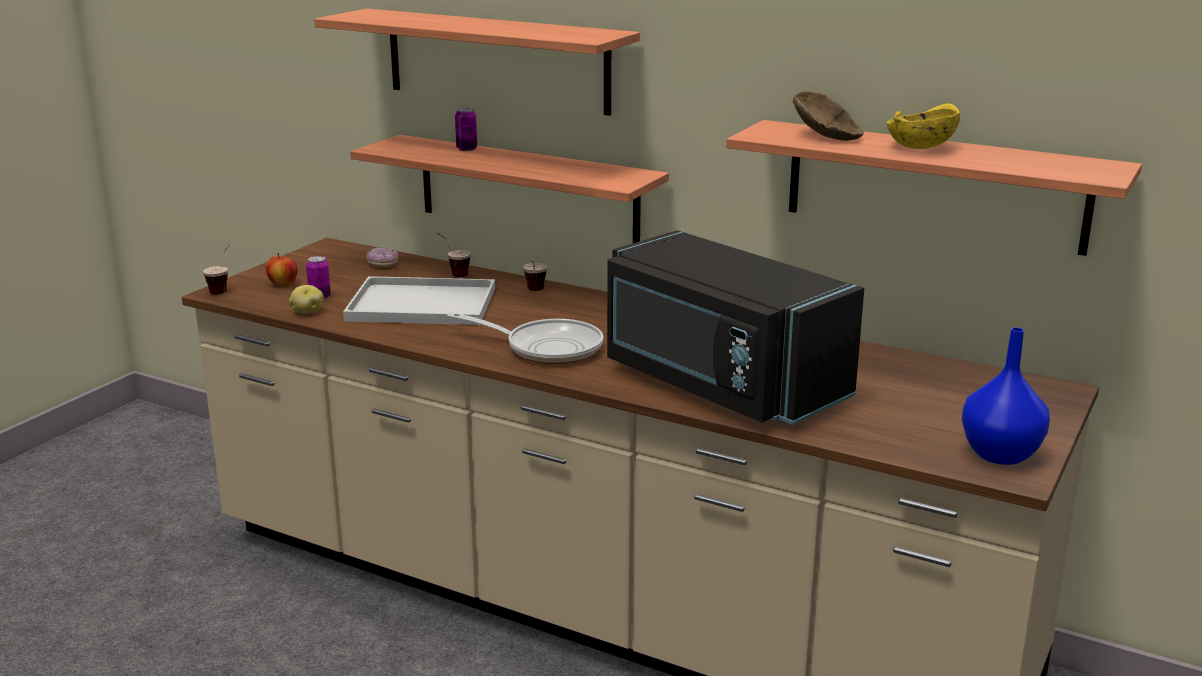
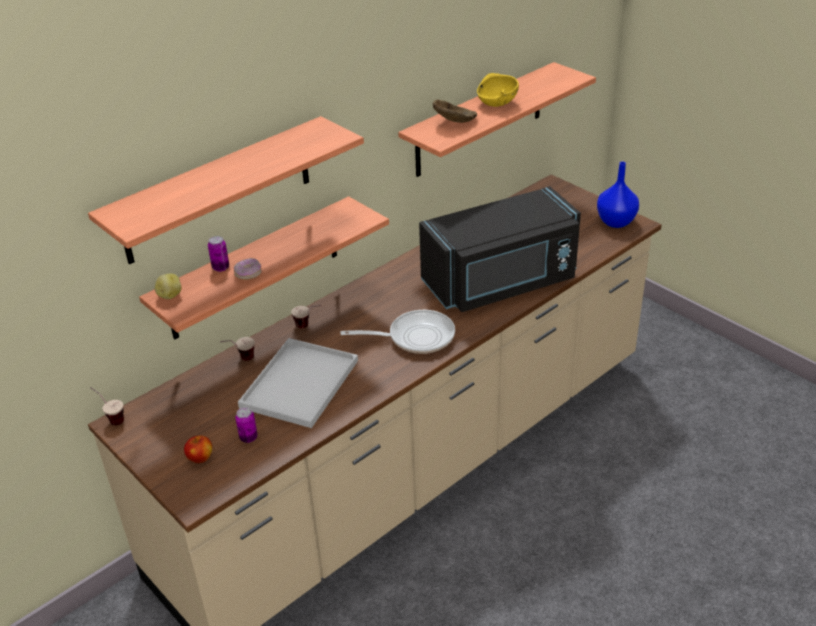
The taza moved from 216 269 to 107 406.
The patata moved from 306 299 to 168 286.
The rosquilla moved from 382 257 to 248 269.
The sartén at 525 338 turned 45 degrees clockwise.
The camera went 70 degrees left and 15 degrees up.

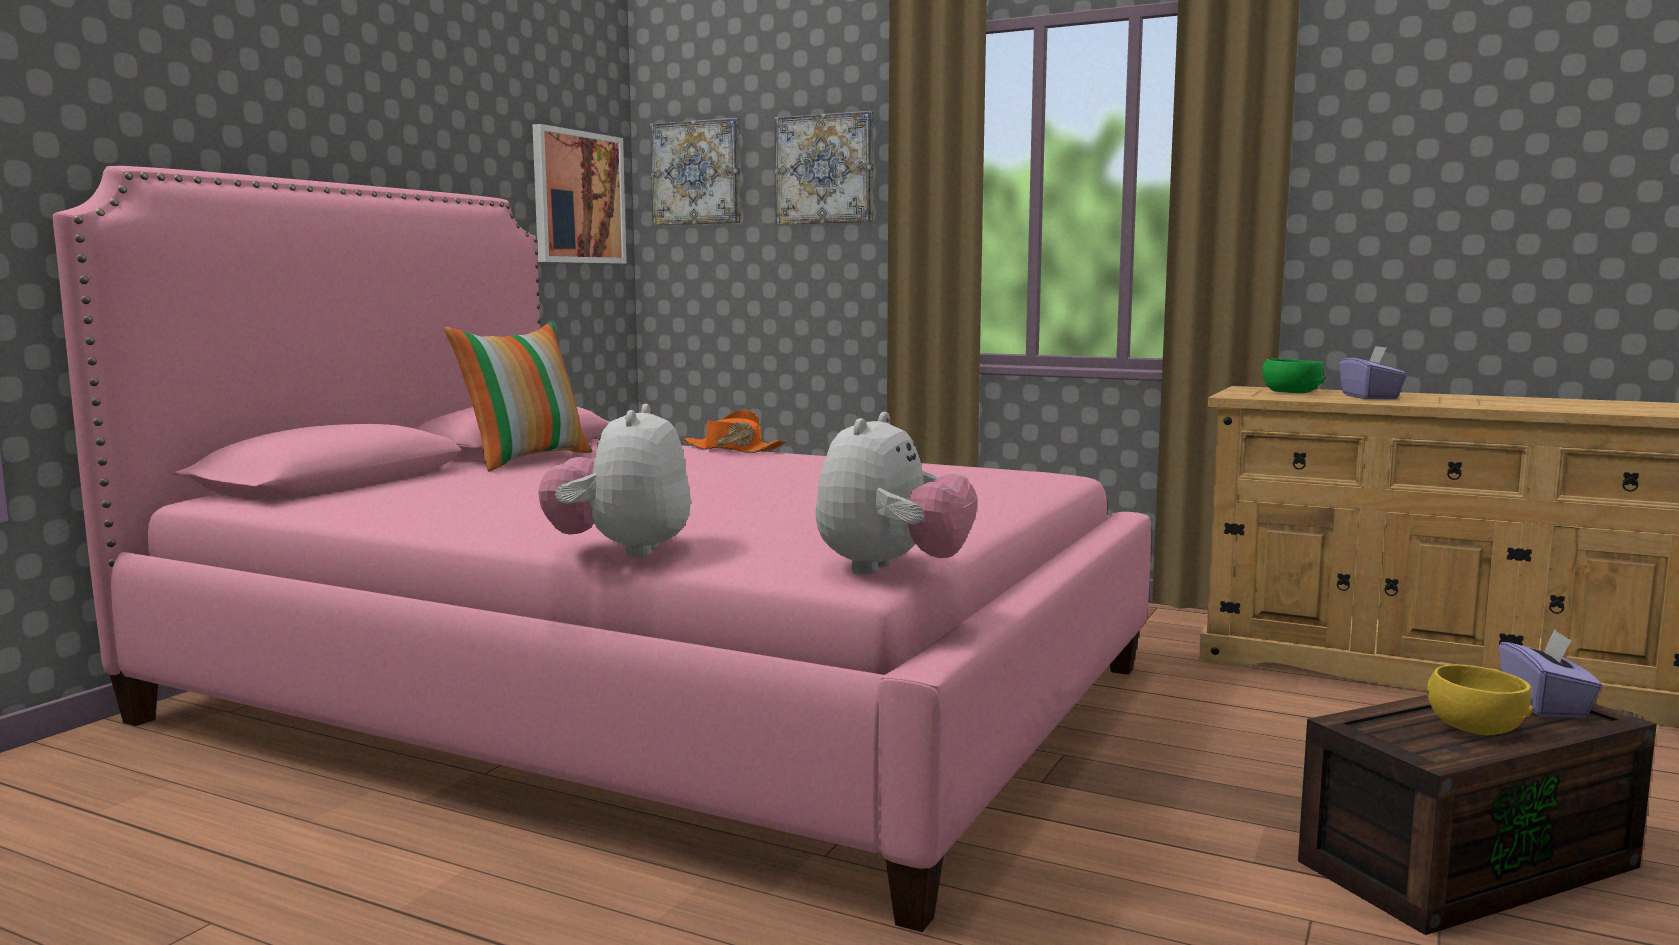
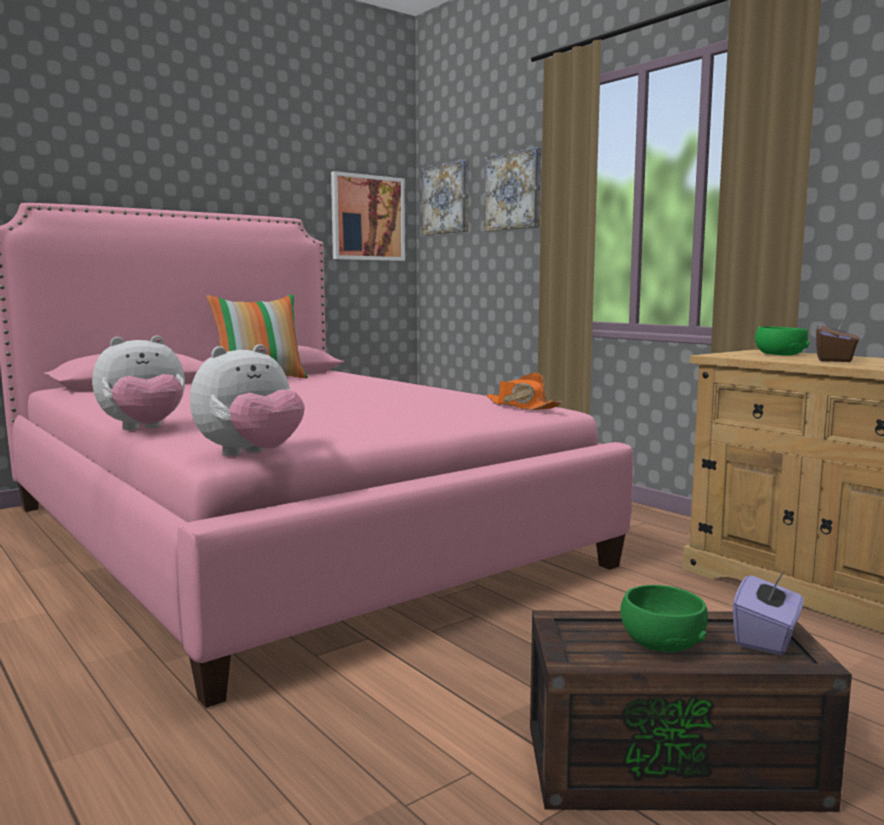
The sombrero/naranja moved from 735 431 to 524 391.
The caja de pañuelos/morado at 1373 372 became the caja de pañuelos/marrón at 837 339.
The cuenco/amarillo at 1480 699 became the cuenco/verde at 664 618.
The peluche at 614 481 turned 150 degrees counterclockwise.
The camera went 25 degrees right and 0 degrees up.

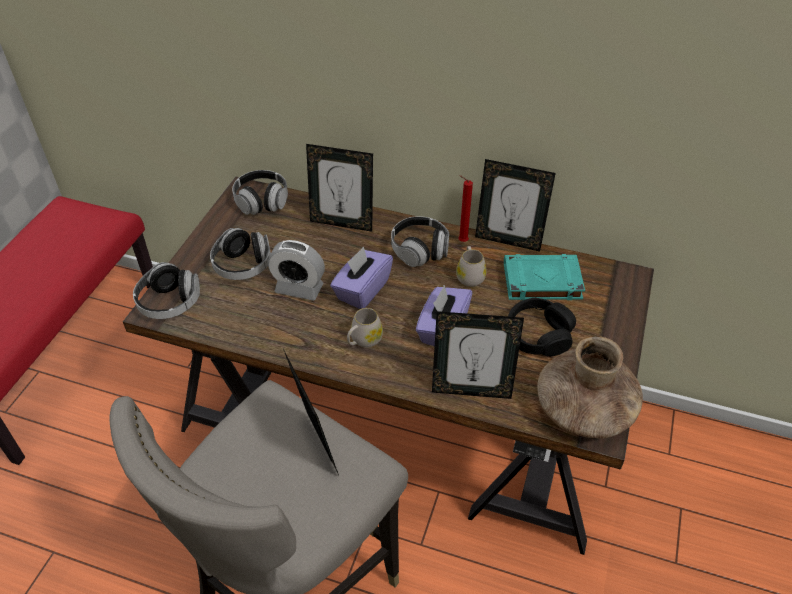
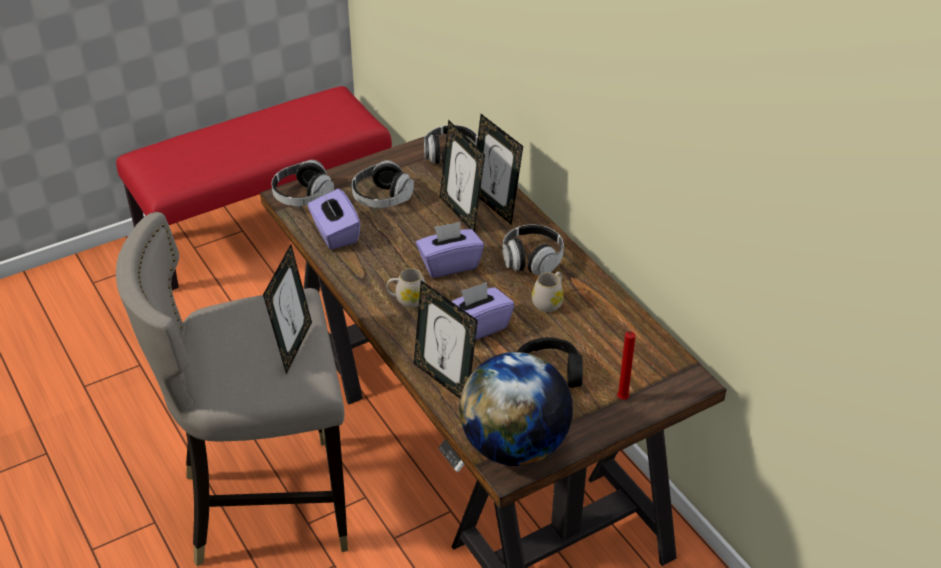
The despertador at 296 270 disappeared.
The libro/turquesa at 544 277 disappeared.
The caja de pañuelos/morado at 334 219 appeared.
The vela/rojo moved from 466 208 to 626 361.
The portarretratos moved from 515 205 to 462 176.
The florero/marrón at 590 387 was replaced by the globo terráqueo at 516 409.
The camera went 40 degrees right and 5 degrees down.

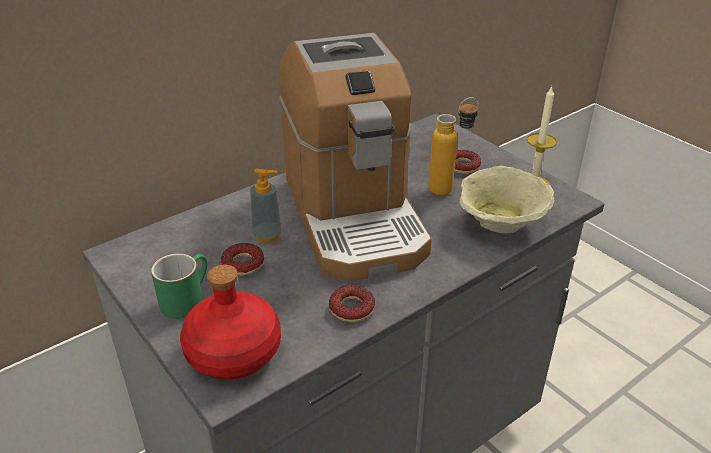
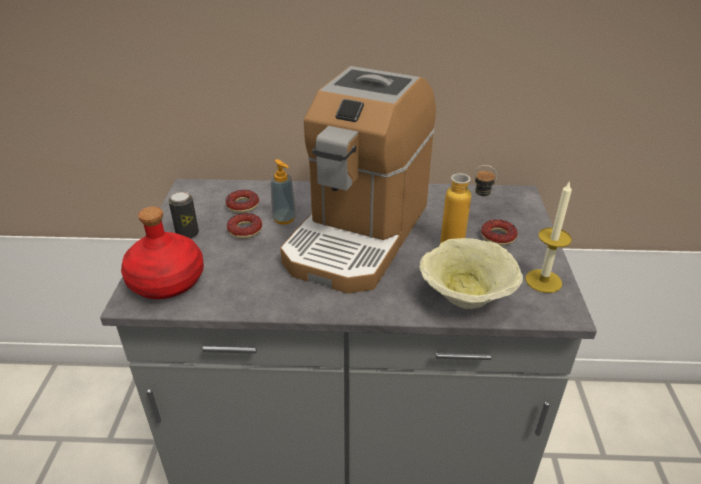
The rosquilla moved from 352 303 to 242 201.
The taza grande/verde at 179 286 was replaced by the lata at 183 215.
The camera went 40 degrees right and 0 degrees up.

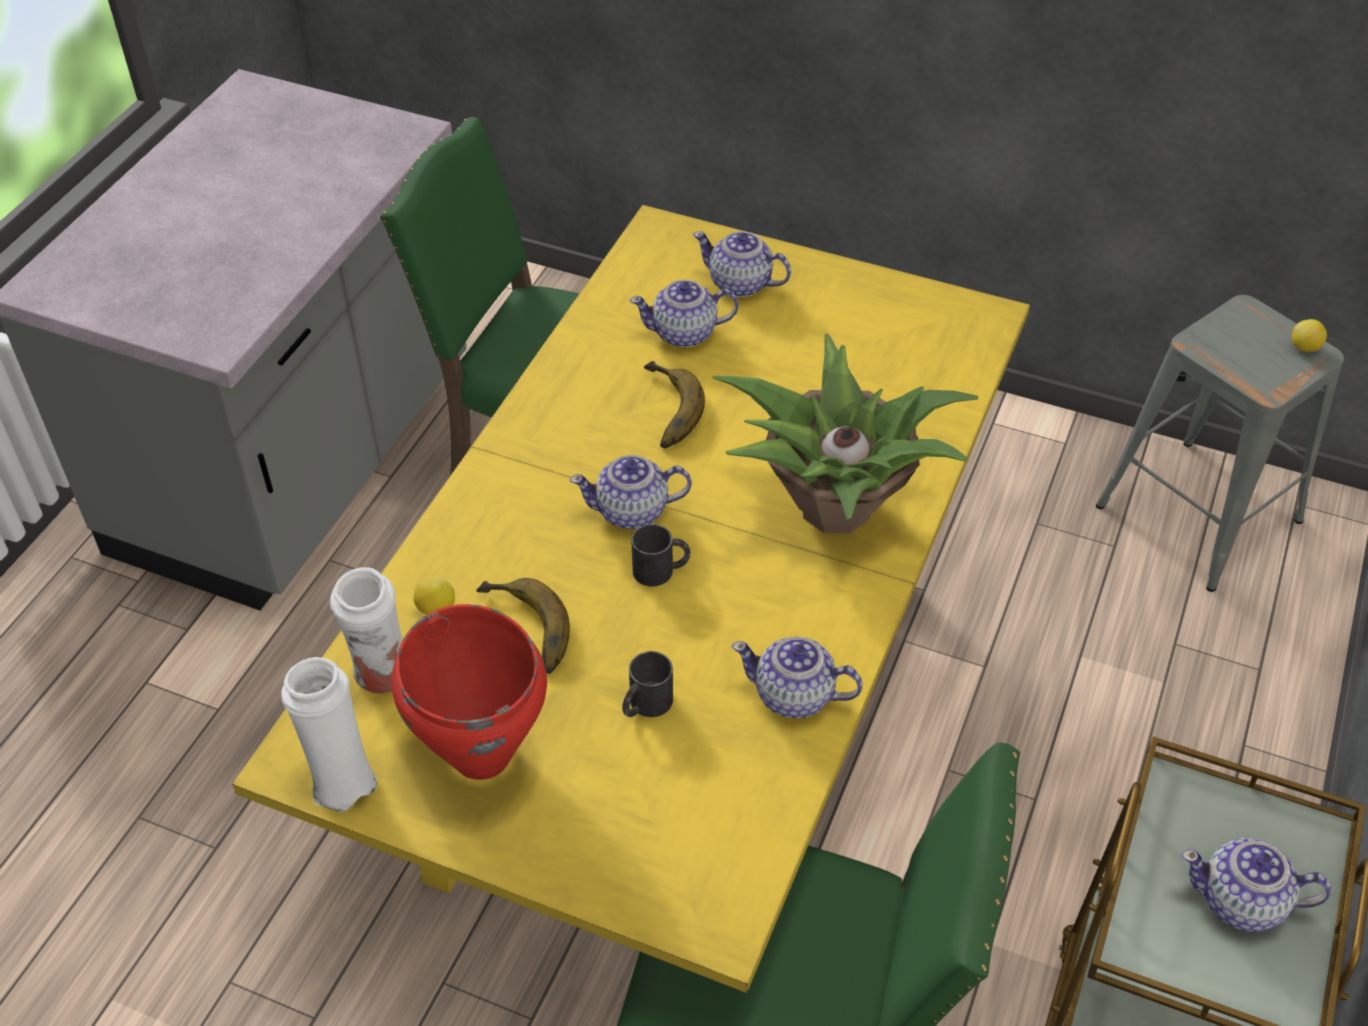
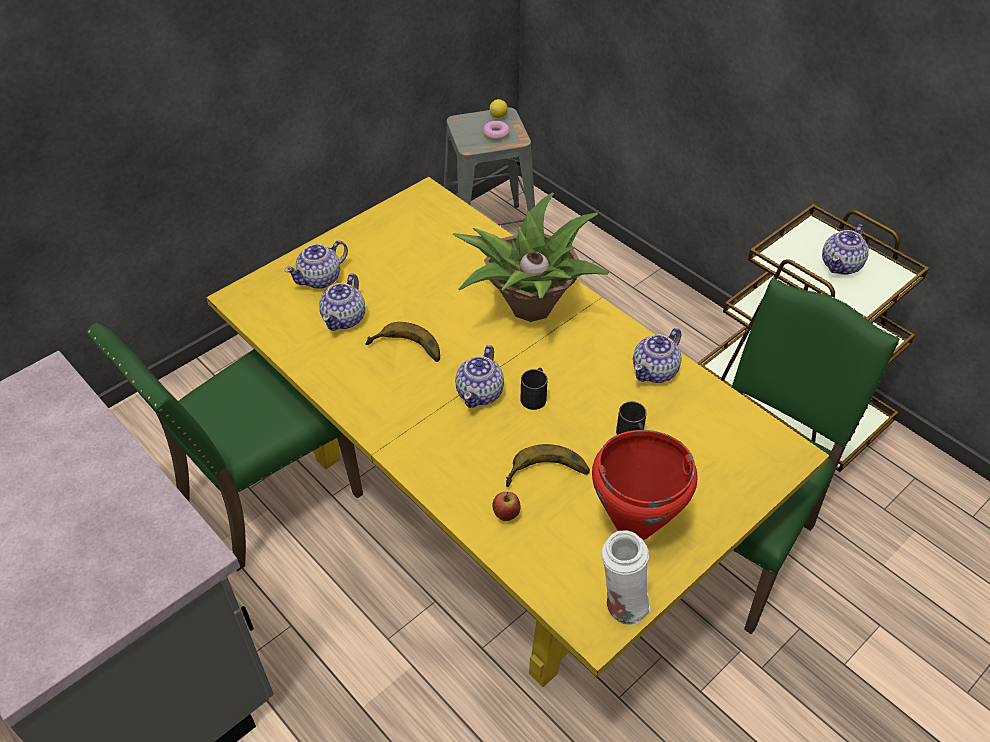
The florero/blanco at 366 630 disappeared.
The rosquilla at 496 130 appeared.
The limón at 434 596 was replaced by the manzana at 506 506.
The camera went 65 degrees left and 0 degrees up.

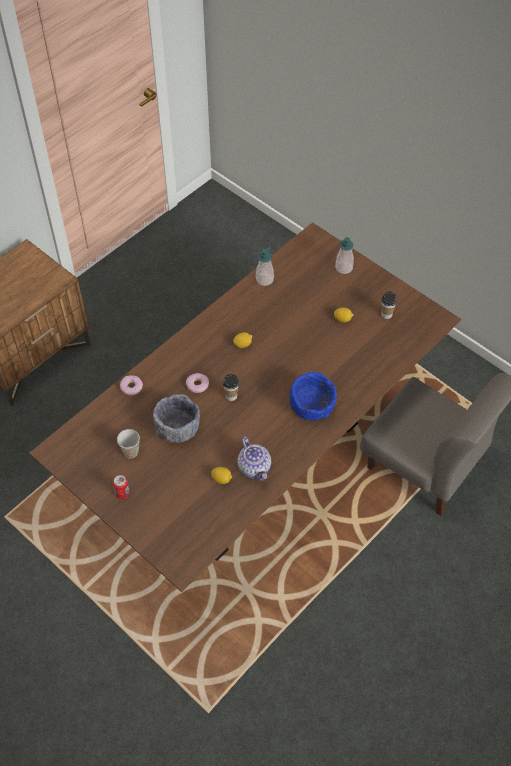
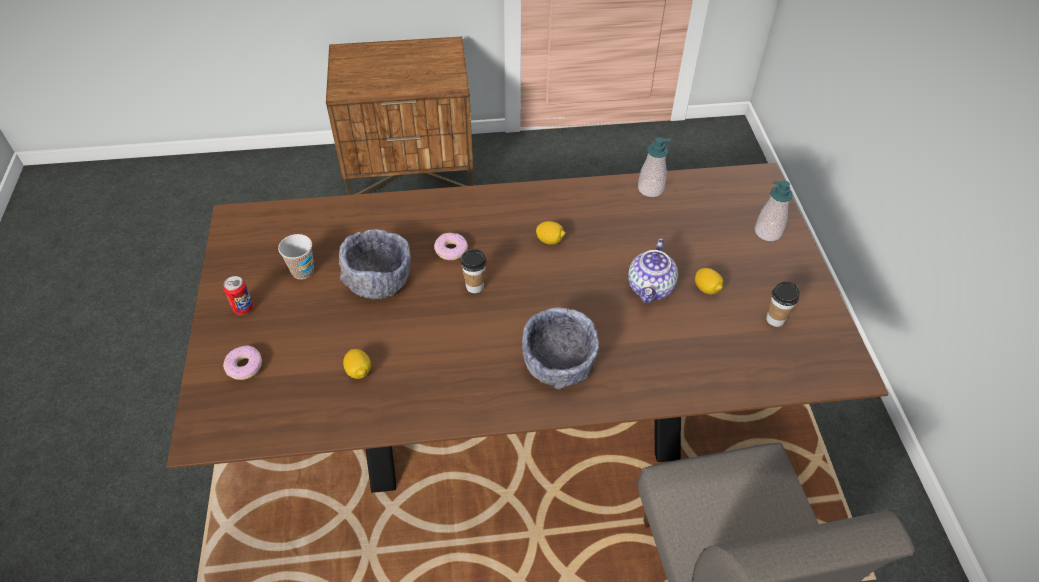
The rosquilla moved from 131 385 to 242 362.
The tetera moved from 254 458 to 653 270.
The cuenco/azul at 313 396 became the cuenco/gris at 560 348.
The camera went 40 degrees right and 5 degrees down.

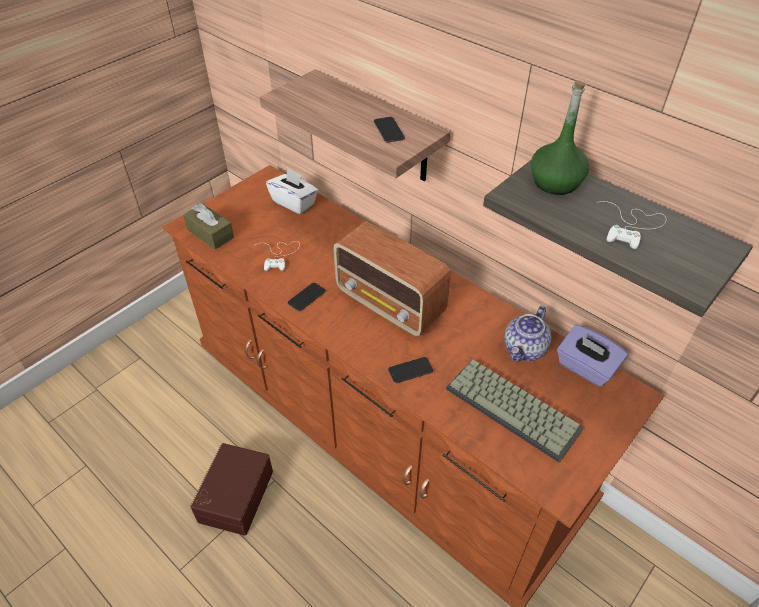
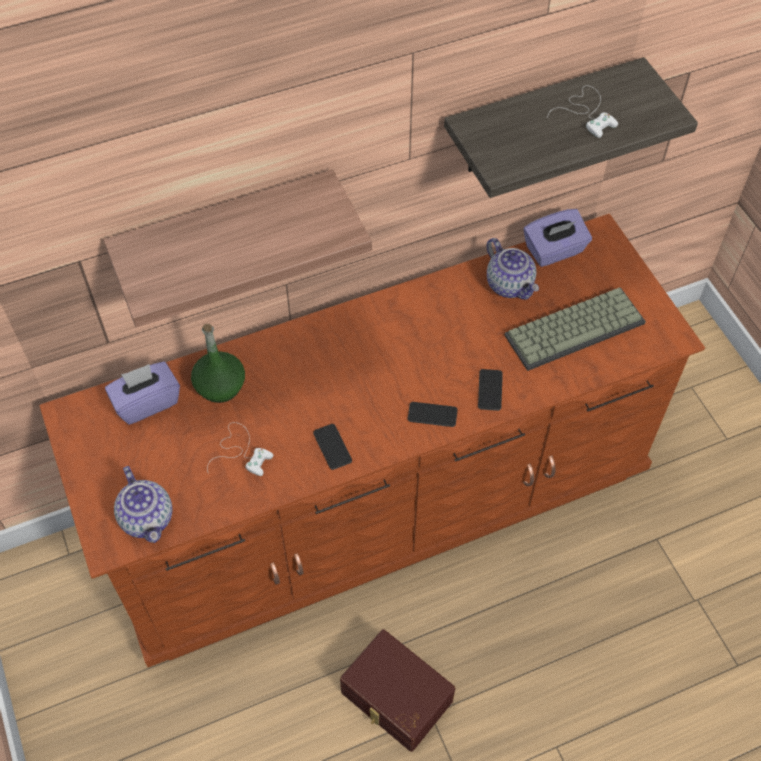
The radio at 392 278 disappeared.
The móvil moved from 389 130 to 432 414.
The botella/verde moved from 560 137 to 218 363.
The caja de pañuelos/marrón at 208 226 was replaced by the tetera at 143 504.
The caja de pañuelos/blanco at 292 191 became the caja de pañuelos/morado at 142 392.
The camera went 65 degrees left and 10 degrees up.

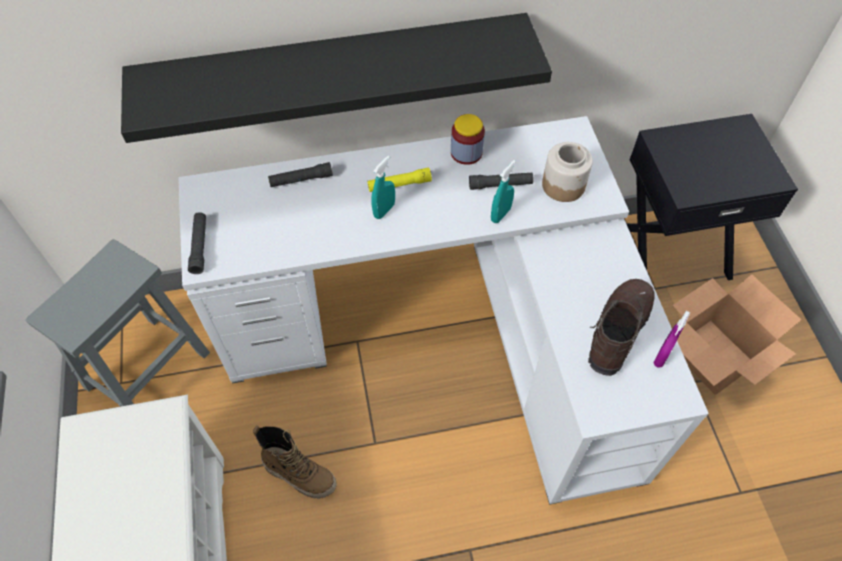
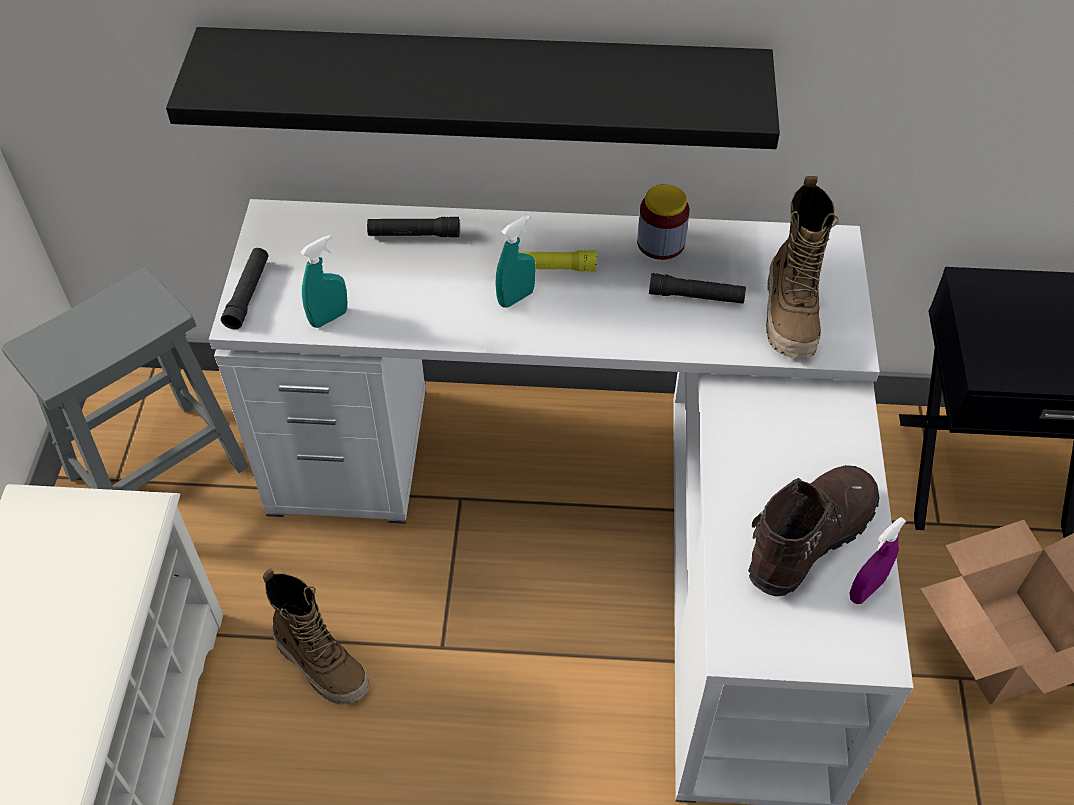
The pulverizador/turquesa moved from 503 191 to 323 281.
The tarro at 567 172 was replaced by the bota at 802 267.
The camera went 15 degrees right and 5 degrees down.

